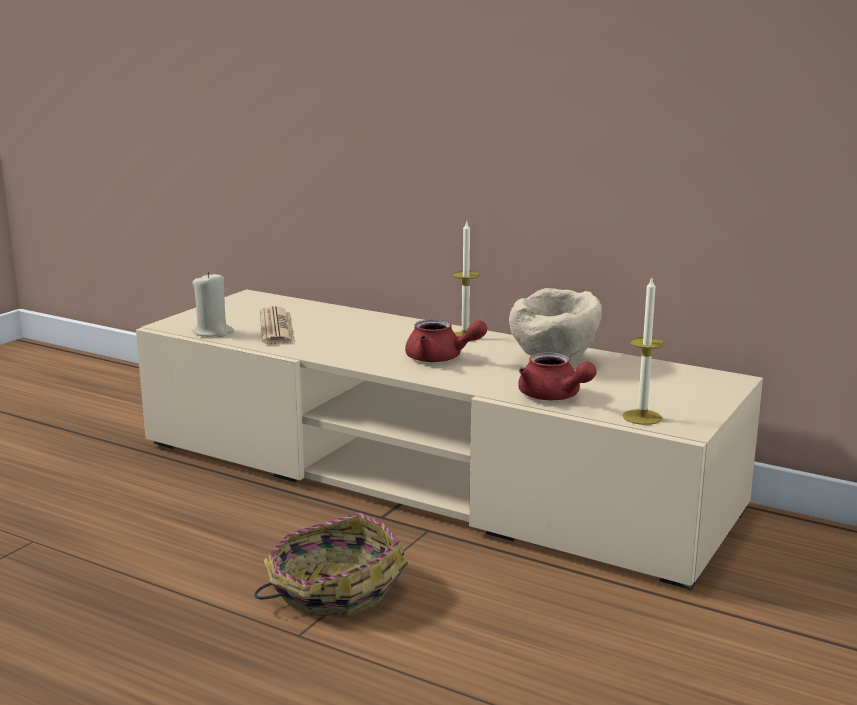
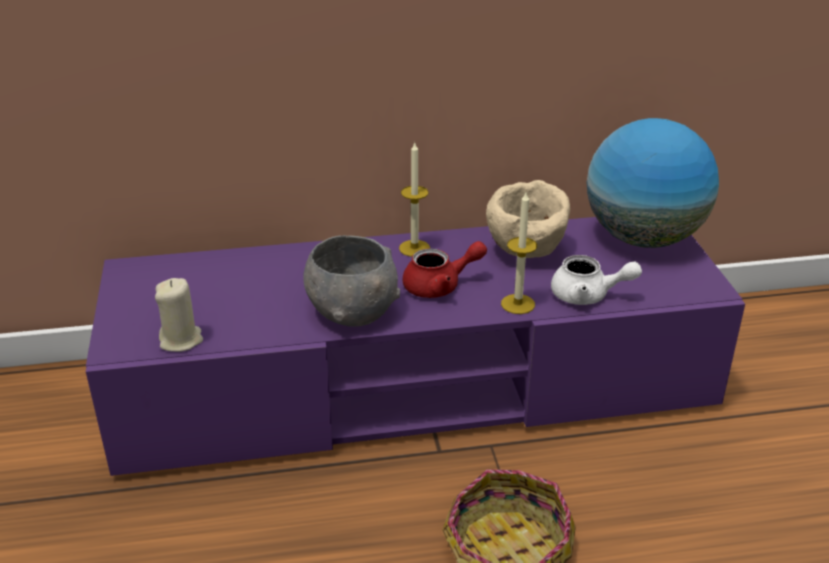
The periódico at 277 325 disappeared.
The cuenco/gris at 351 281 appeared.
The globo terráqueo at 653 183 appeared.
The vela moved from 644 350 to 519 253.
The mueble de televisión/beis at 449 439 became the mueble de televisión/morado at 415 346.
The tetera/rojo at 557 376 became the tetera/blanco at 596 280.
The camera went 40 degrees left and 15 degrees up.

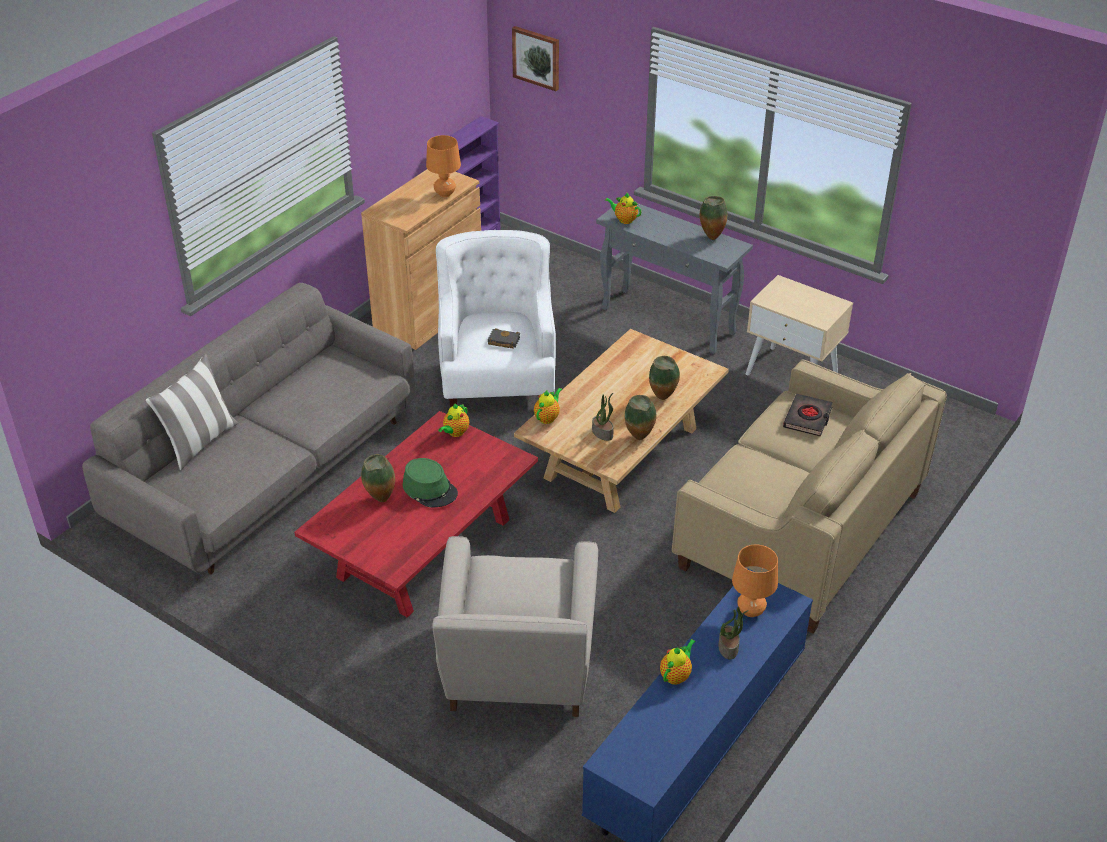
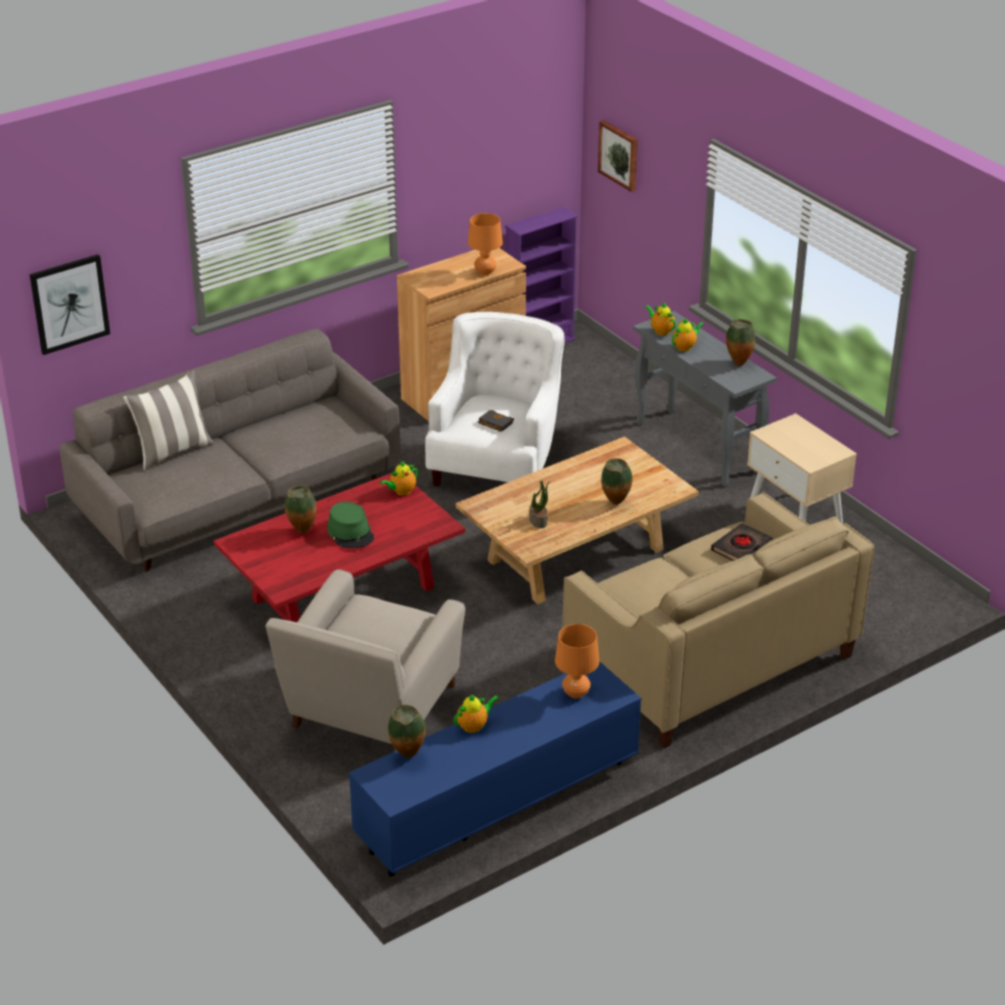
The planta en maceta at 733 633 disappeared.
The cuadro at 70 304 appeared.
The tetera moved from 548 406 to 688 334.
The florero moved from 640 417 to 406 731.
The camera went 20 degrees right and 5 degrees down.

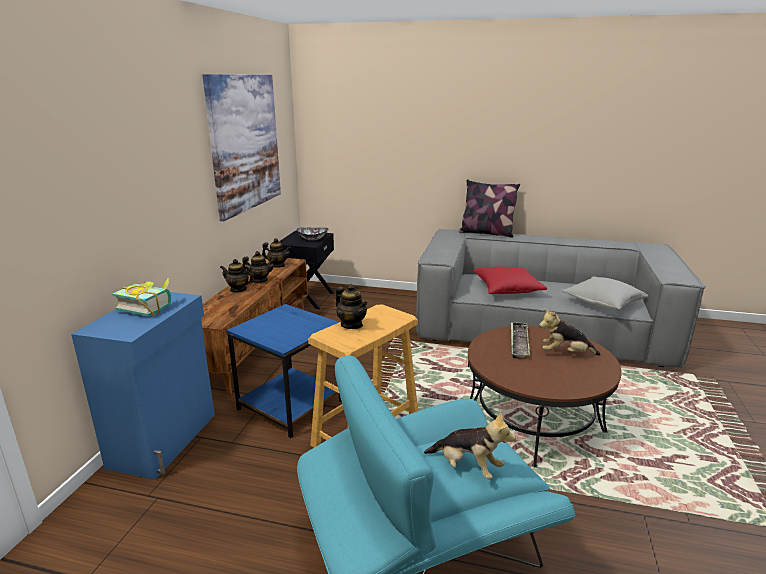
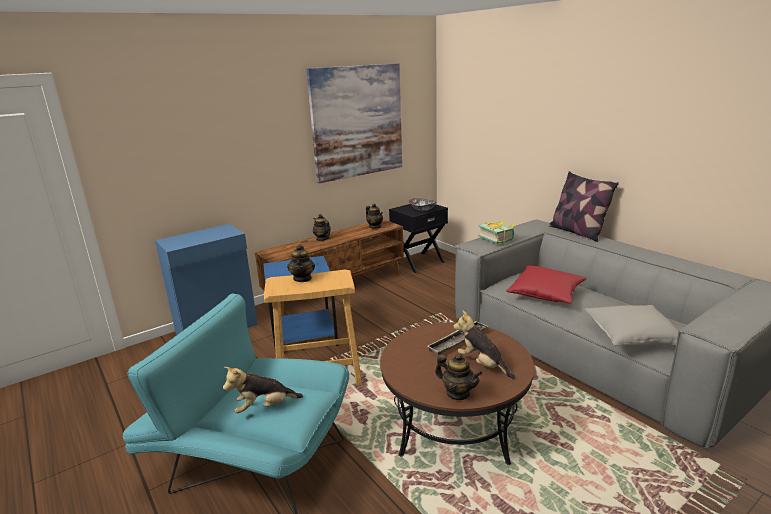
The libro moved from 141 297 to 496 233.
The tetera moved from 258 267 to 458 376.
The peluche at 469 445 turned 90 degrees clockwise.
The camera went 40 degrees right and 0 degrees up.

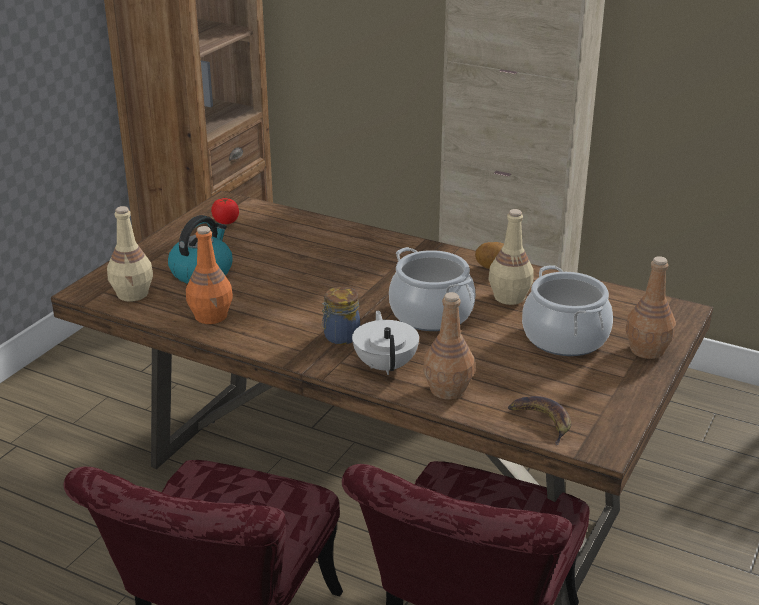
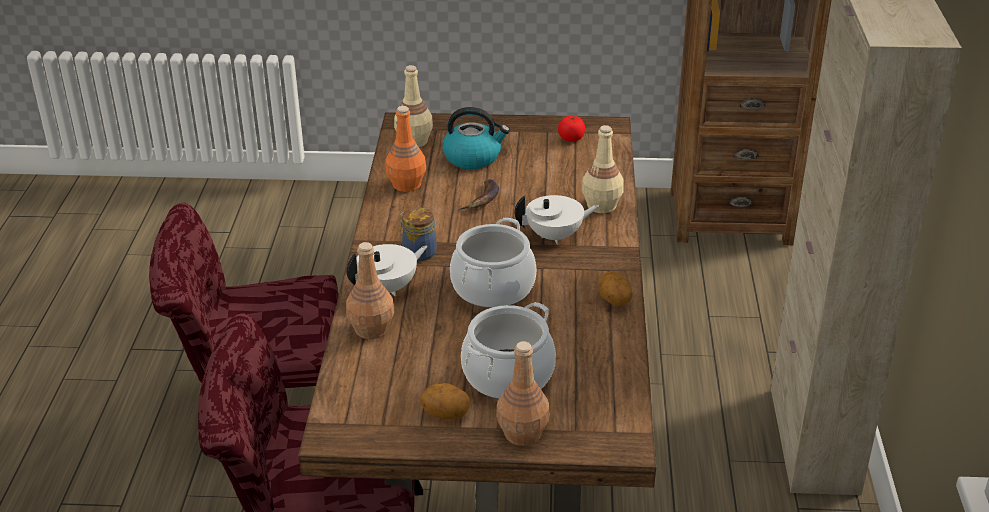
The patata at 445 401 appeared.
The tetera/blanco at 557 220 appeared.
The botella/beis moved from 511 257 to 603 169.
The plátano moved from 539 420 to 478 194.
The camera went 65 degrees right and 5 degrees up.

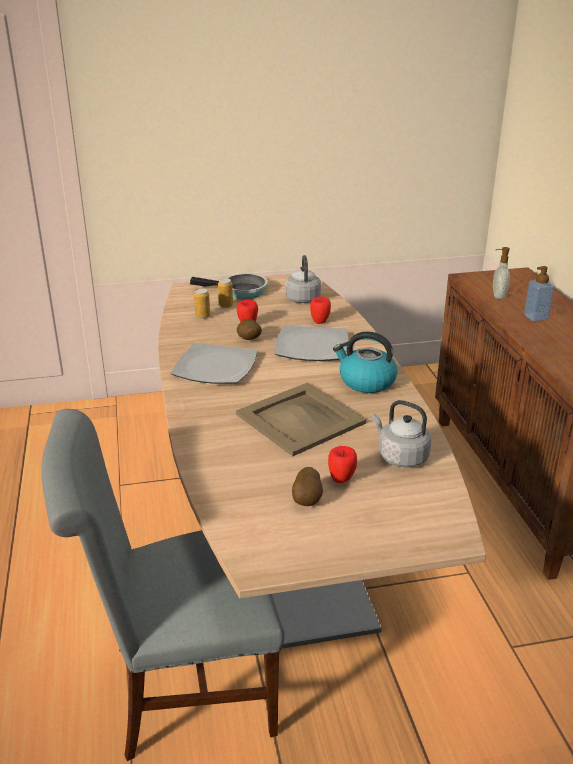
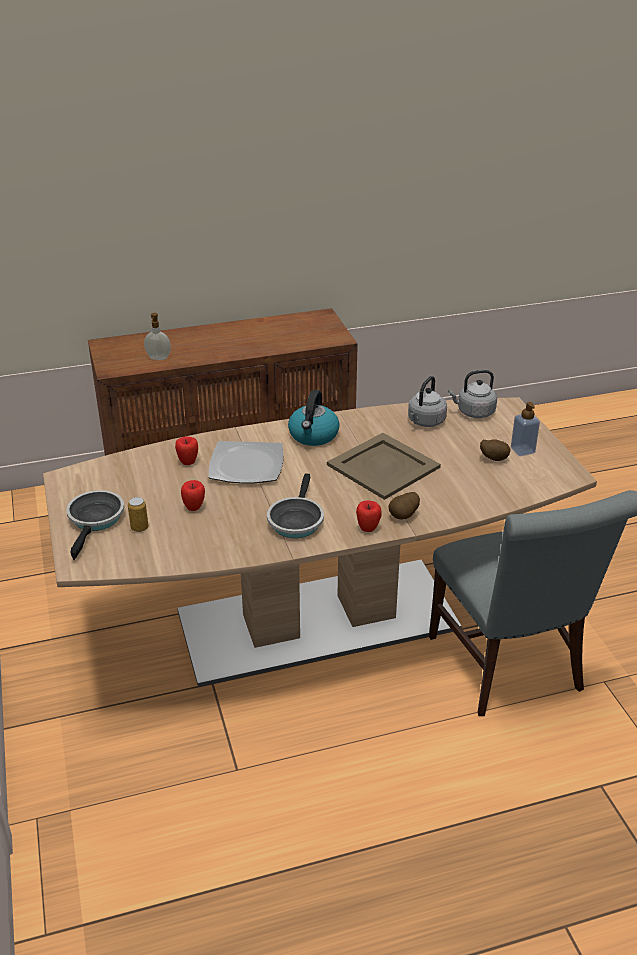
The lata at 202 304 disappeared.
The patata moved from 249 329 to 404 506.
The hervidor/gris moved from 303 279 to 472 394.
The manzana moved from 342 464 to 369 516.
The dispensador de jabón moved from 539 293 to 525 429.
The plato at 214 363 was replaced by the sartén at 295 505.
The camera went 95 degrees left and 5 degrees up.

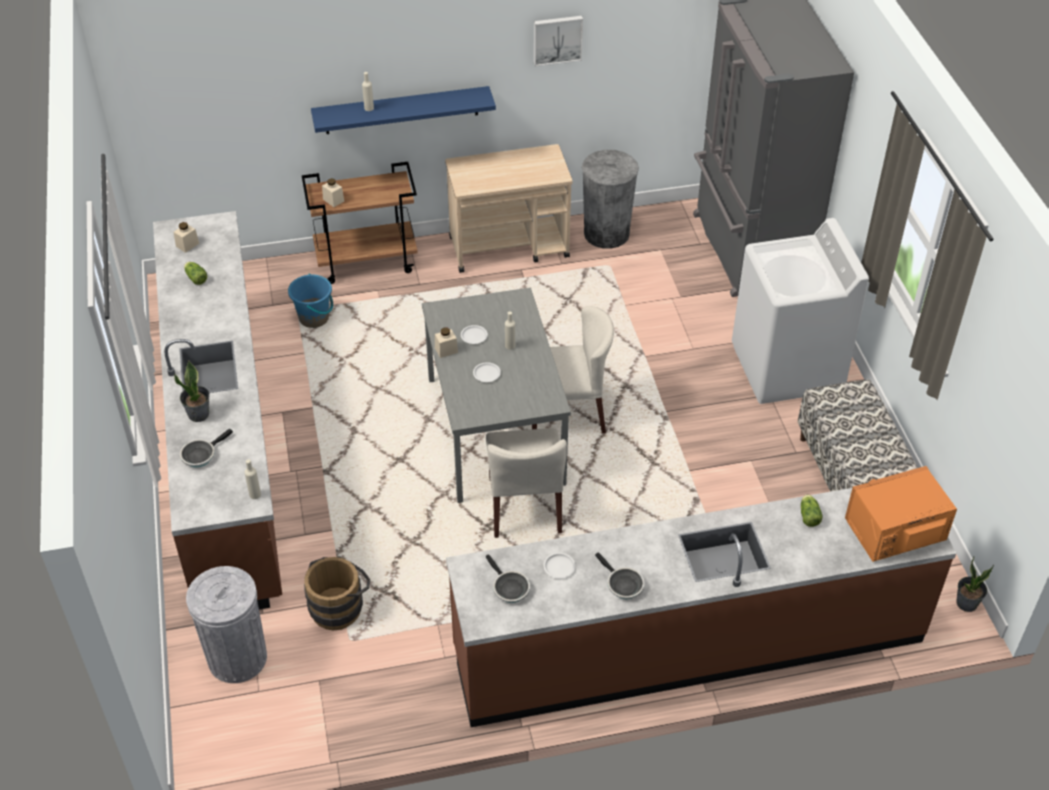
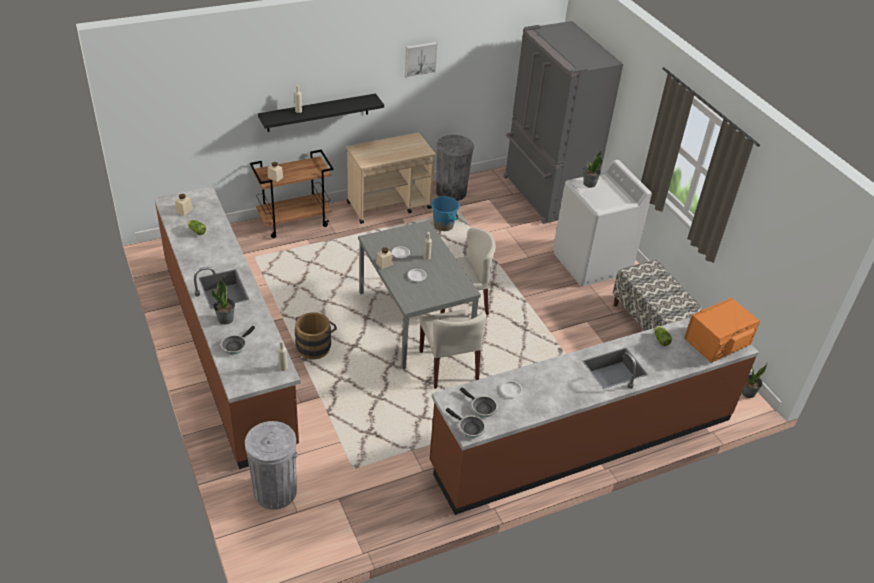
The planta en maceta at 592 169 appeared.
The cubo/azul moved from 310 300 to 445 213.
The cubo/marrón moved from 337 593 to 316 336.
The sartén moved from 620 575 to 465 423.
The estante/azul at 403 110 became the estante/negro at 321 112.
The camera went 15 degrees left and 5 degrees down.

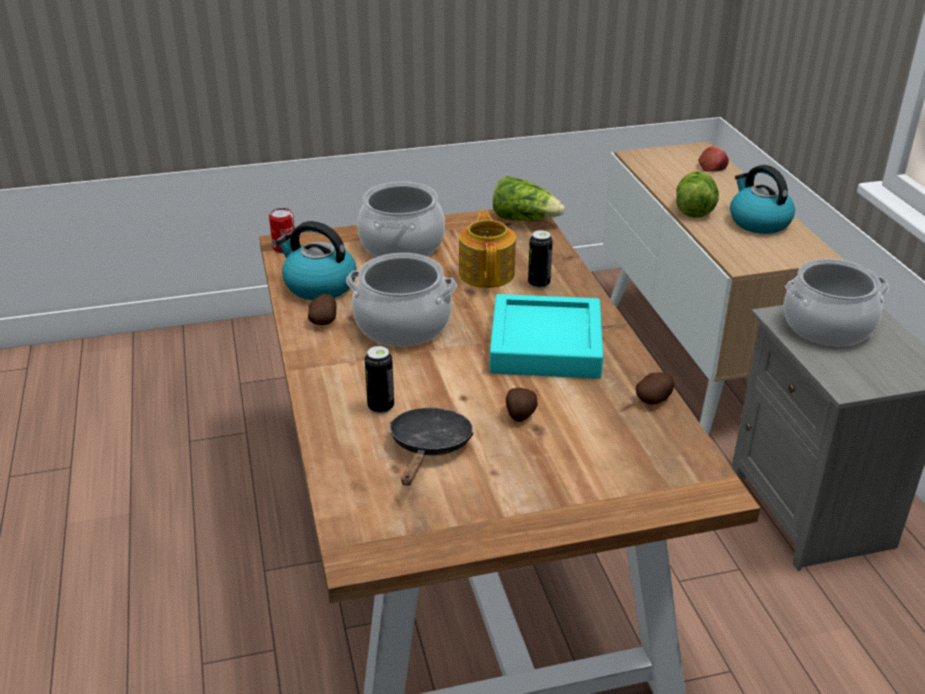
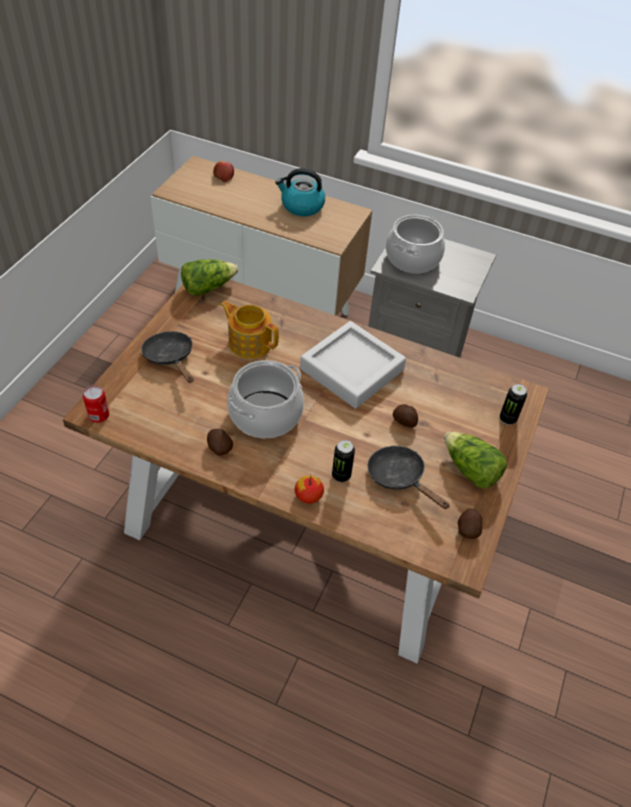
The hervidor at 316 260 disappeared.
The manzana at 309 489 appeared.
The lata moved from 540 259 to 513 404.
The patata moved from 655 388 to 470 523.
The lechuga moved from 697 194 to 475 460.
The olla at 401 219 was replaced by the sartén/negro at 167 357.
The bandeja/turquesa at 546 336 became the bandeja/gris at 353 365.
The camera went 55 degrees left and 15 degrees up.

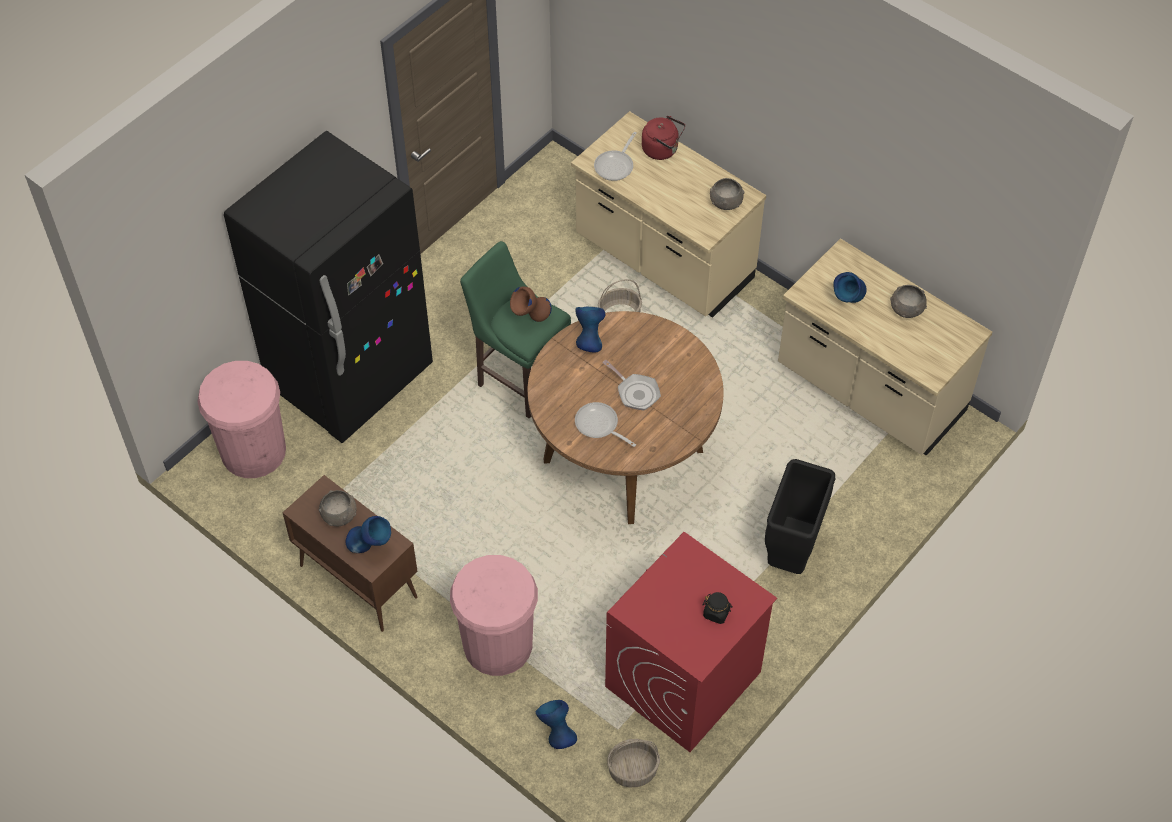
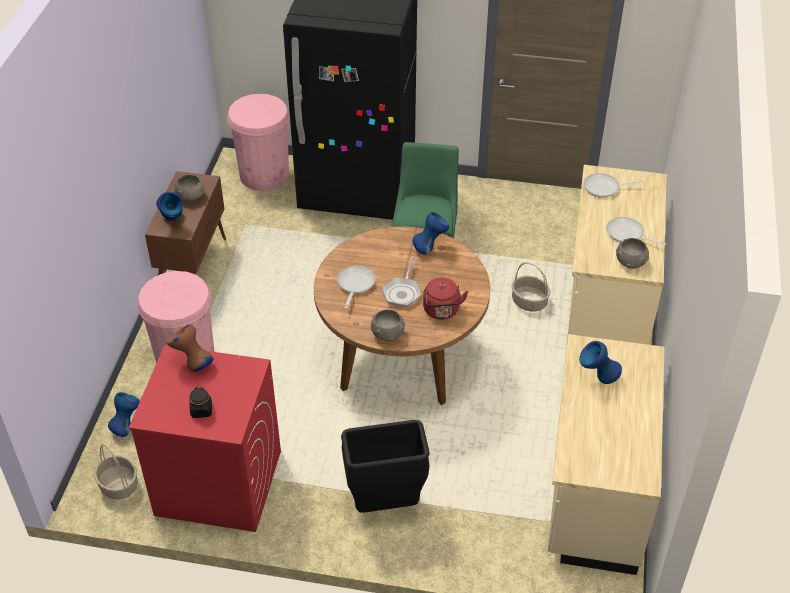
The sartén at 636 231 appeared.
The florero/marrón moved from 531 304 to 190 348.
The hervidor/rojo moved from 663 138 to 445 299.
The cuenco/gris moved from 908 301 to 387 325.
The camera went 60 degrees right and 10 degrees down.

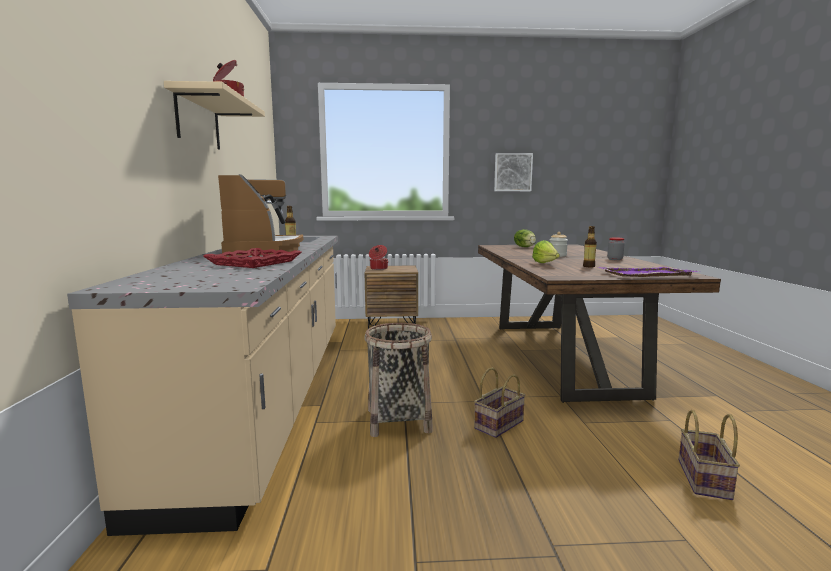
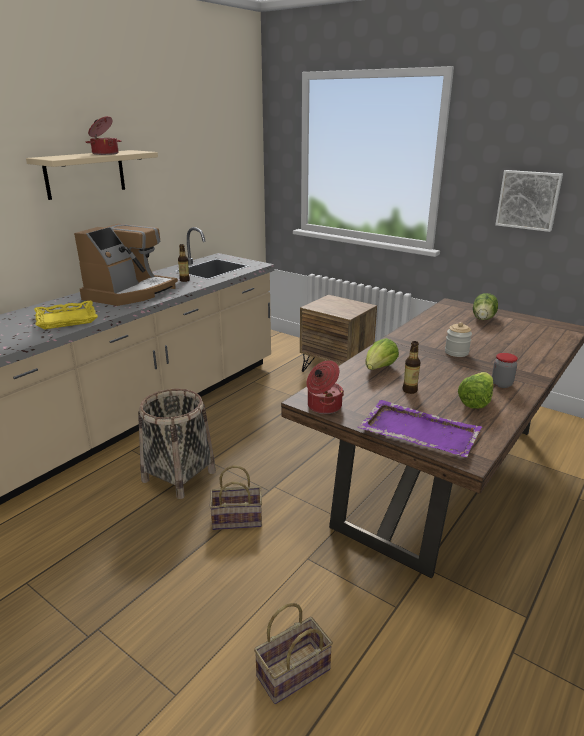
The lechuga at 475 390 appeared.
The olla moved from 378 257 to 325 387.
The bandeja/rojo at 252 258 became the bandeja/amarillo at 66 314.
The camera went 40 degrees right and 15 degrees up.

